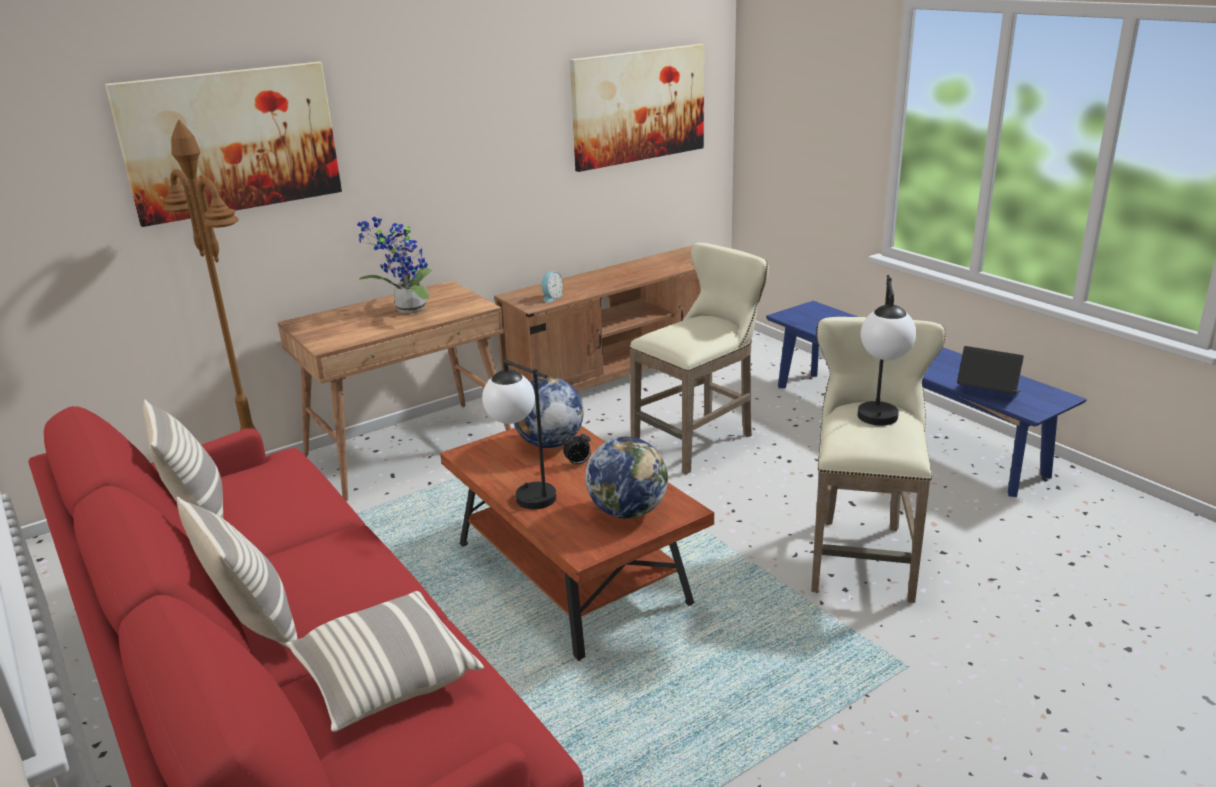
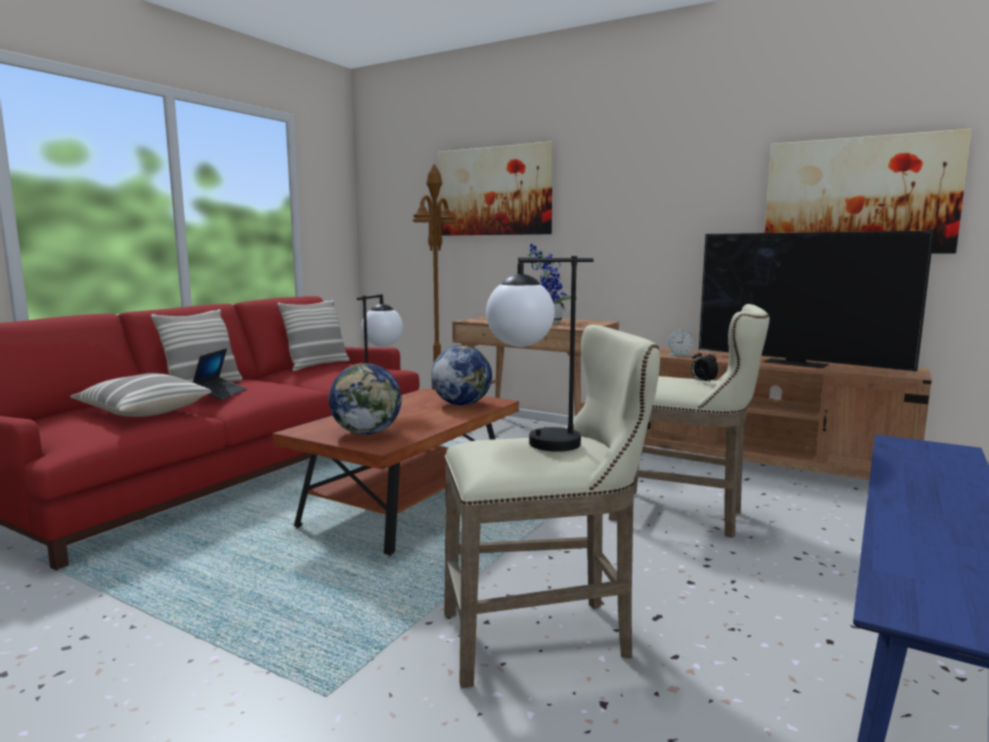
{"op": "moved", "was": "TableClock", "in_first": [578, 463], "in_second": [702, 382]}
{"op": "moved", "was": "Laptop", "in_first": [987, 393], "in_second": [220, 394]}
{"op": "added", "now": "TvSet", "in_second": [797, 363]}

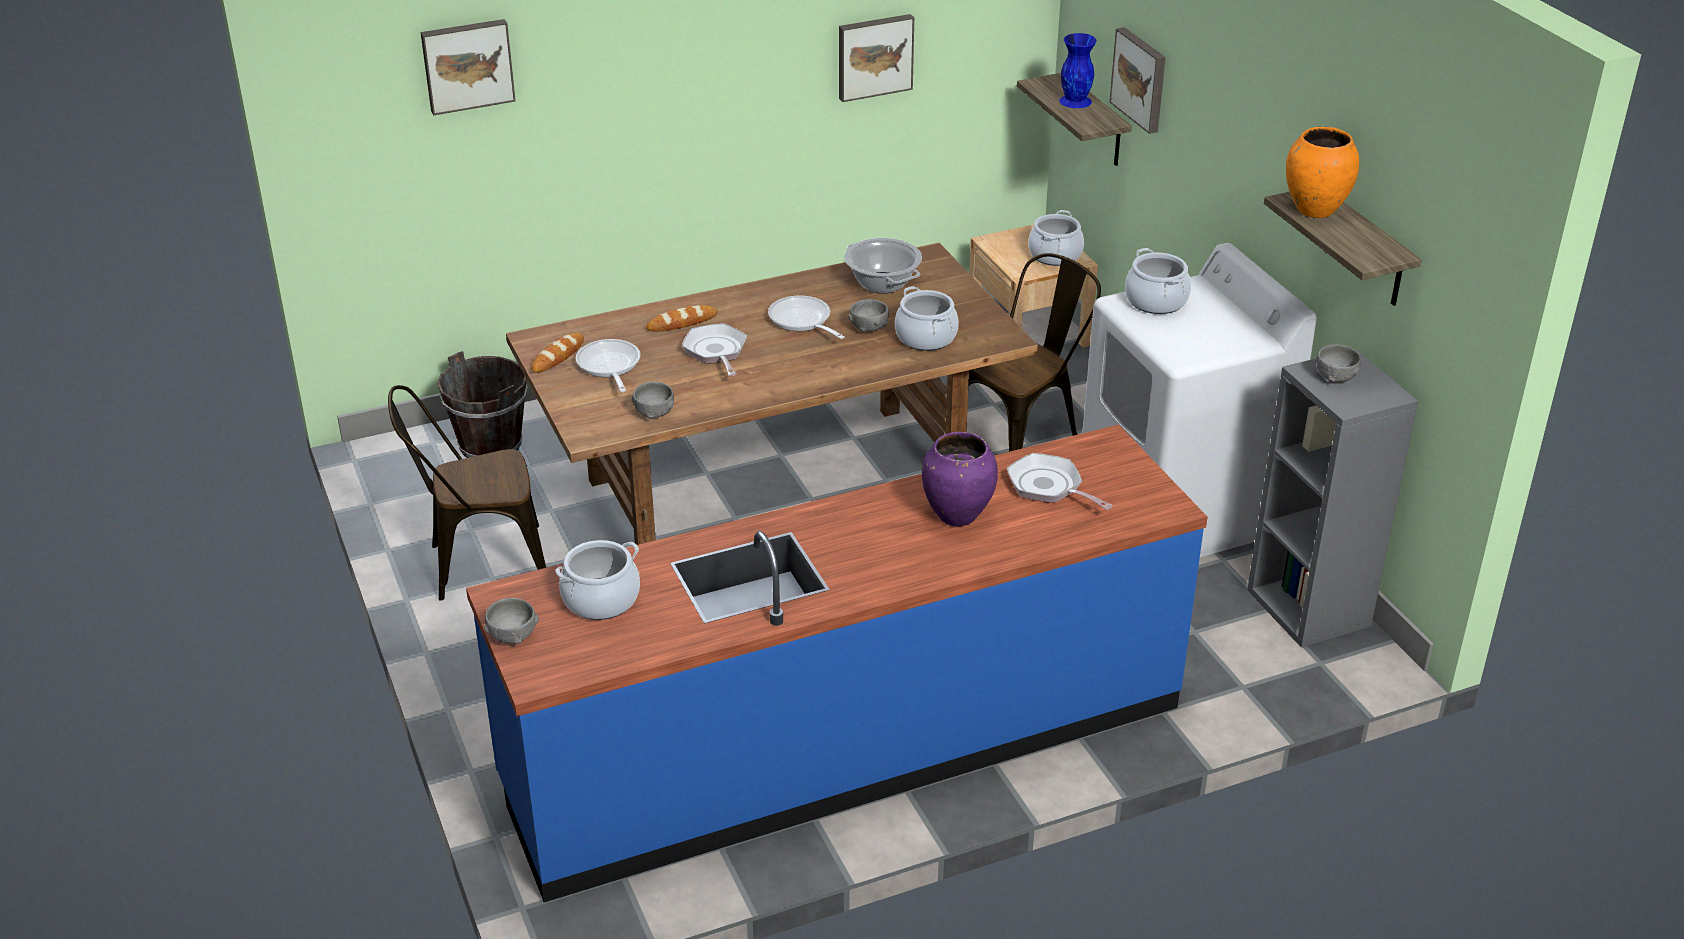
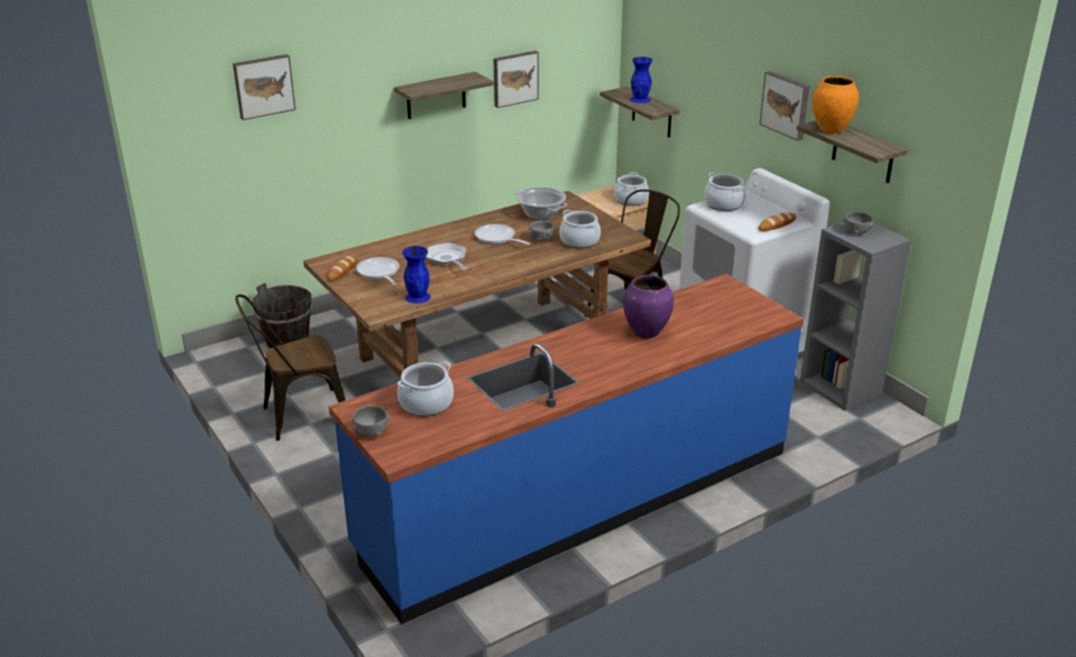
{"op": "replaced", "was": "GreyishBowl", "now": "BlueColouredDecorativeVase", "in_first": [654, 413], "in_second": [418, 297]}
{"op": "moved", "was": "Bread", "in_first": [682, 322], "in_second": [777, 224]}
{"op": "removed", "was": "FryingPan", "in_first": [1049, 487]}
{"op": "moved", "was": "WallArt", "in_first": [1141, 79], "in_second": [786, 105]}
{"op": "added", "now": "BracketShelf", "in_second": [436, 96]}

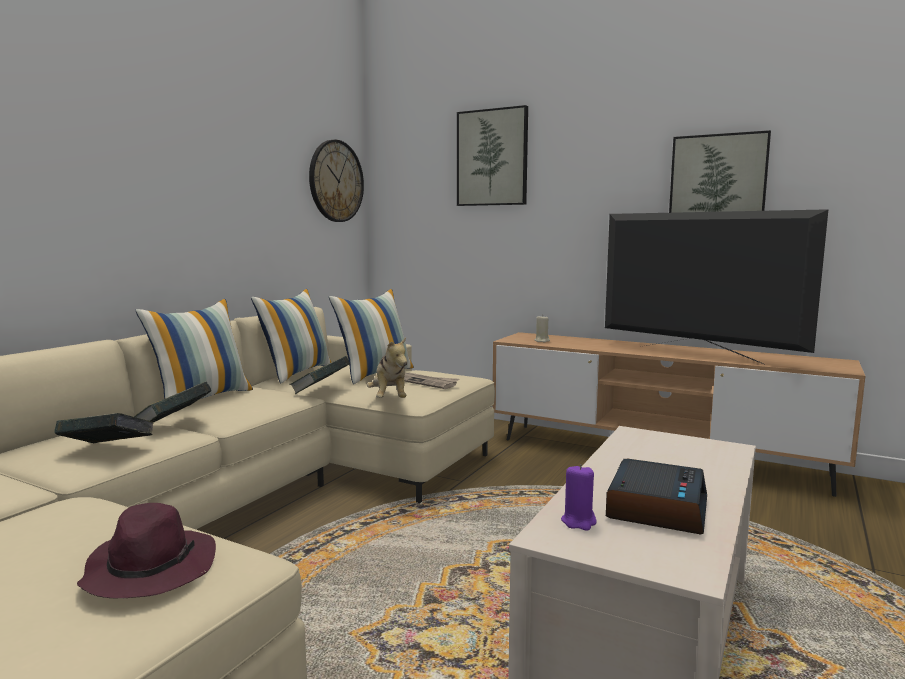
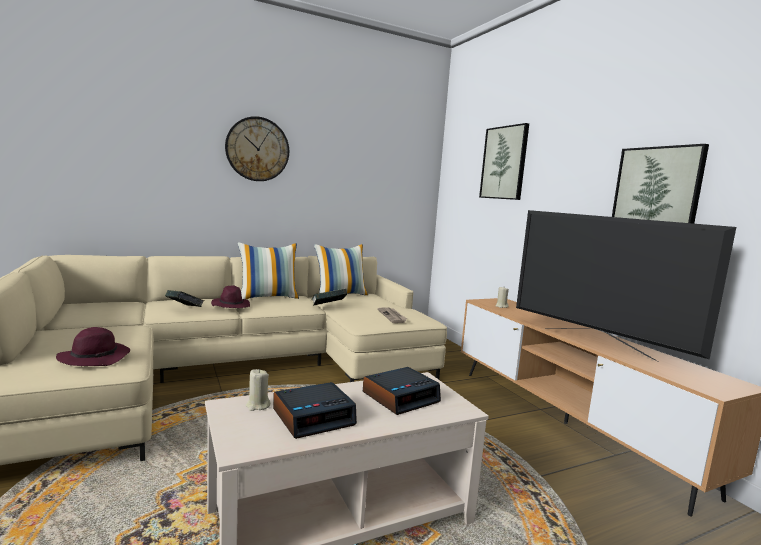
{"op": "replaced", "was": "Volume", "now": "PurplishHat", "in_first": [174, 425], "in_second": [230, 306]}
{"op": "moved", "was": "HangingClock", "in_first": [336, 181], "in_second": [257, 149]}
{"op": "removed", "was": "ThrowPillow", "in_first": [374, 373]}
{"op": "removed", "was": "CuddlyToy", "in_first": [389, 399]}
{"op": "recoloured", "was": "PurplishWaxCandle", "now": "SandColouredWaxCandle", "in_first": [579, 522], "in_second": [257, 406]}
{"op": "turned", "was": "TvSet", "in_first": [695, 355], "in_second": [596, 343], "clockwise": 150}
{"op": "added", "now": "TableClock", "in_second": [401, 397]}

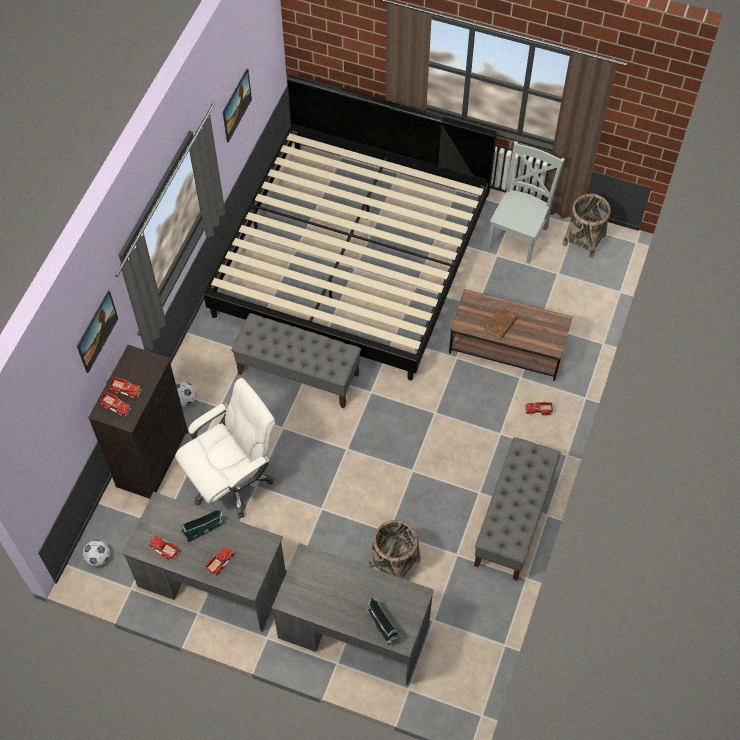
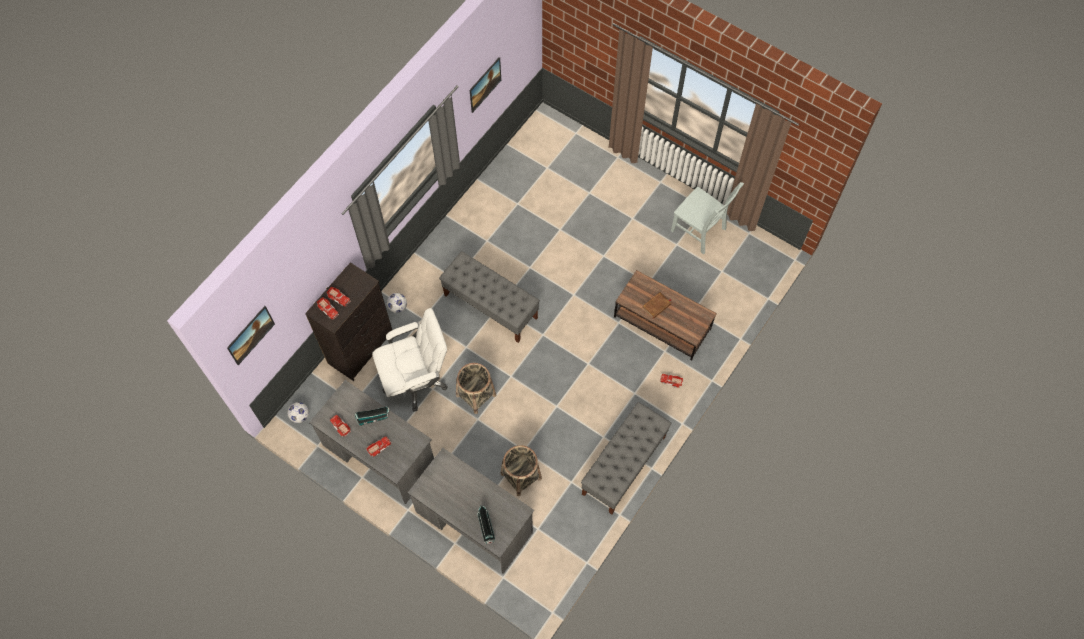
{"op": "moved", "was": "WallArt", "in_first": [99, 338], "in_second": [253, 339]}
{"op": "removed", "was": "BedroomBed", "in_first": [352, 258]}
{"op": "turned", "was": "GreyishPlainChair", "in_first": [519, 235], "in_second": [700, 231], "clockwise": 90}
{"op": "moved", "was": "Basket", "in_first": [584, 240], "in_second": [476, 395]}

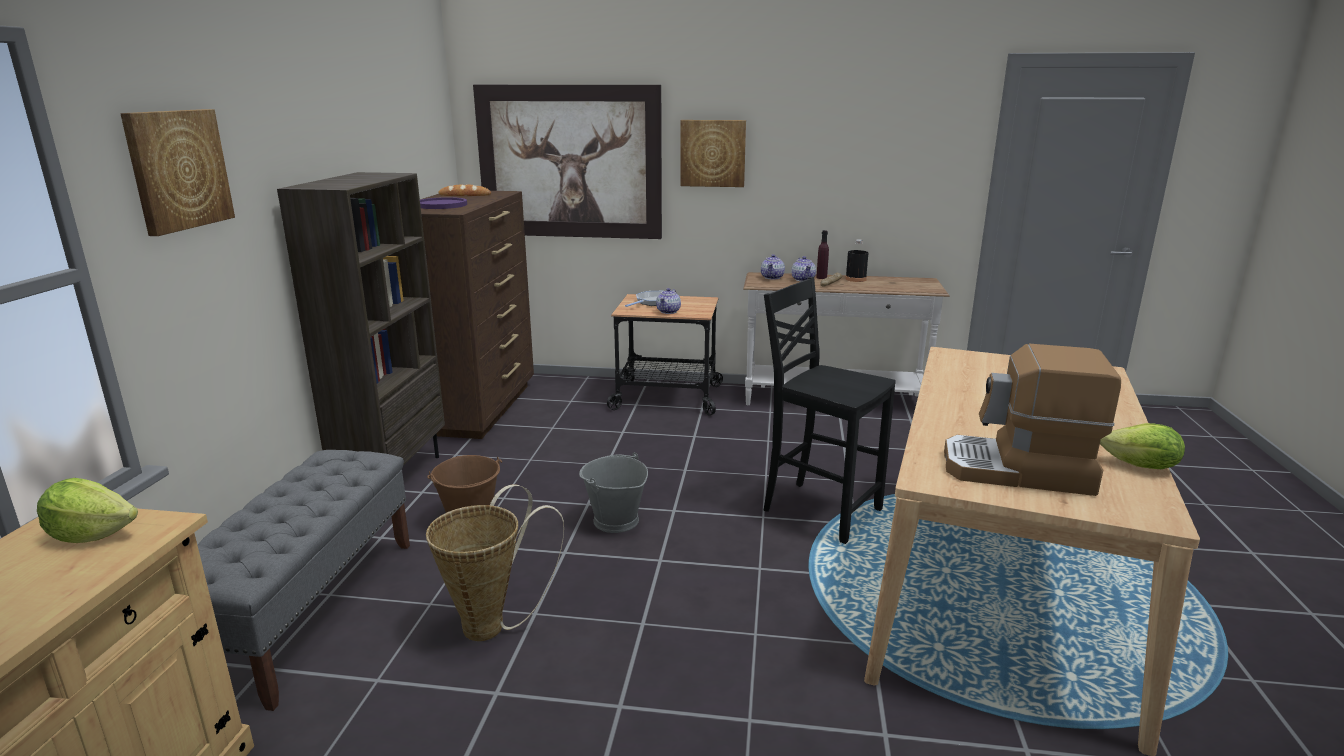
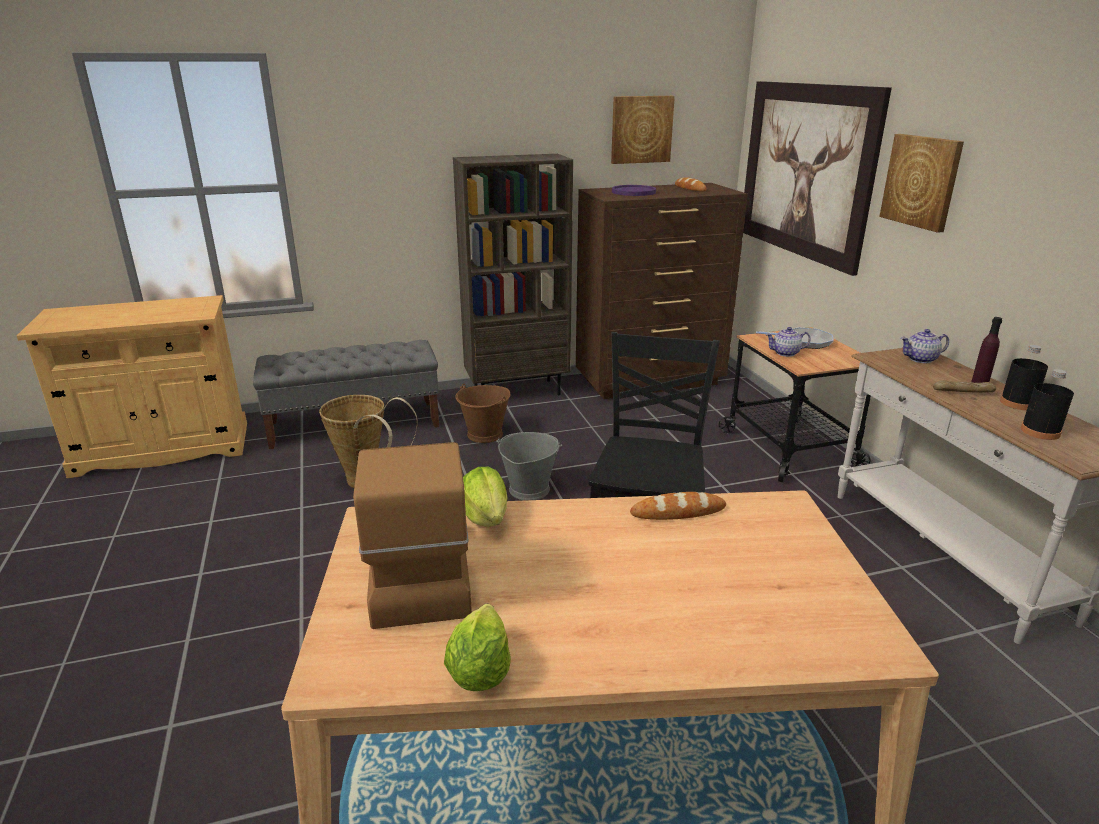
{"op": "moved", "was": "Lettuce", "in_first": [92, 535], "in_second": [486, 517]}
{"op": "moved", "was": "WallArt", "in_first": [178, 170], "in_second": [641, 129]}
{"op": "removed", "was": "PotForTea", "in_first": [803, 279]}
{"op": "added", "now": "Bread", "in_second": [678, 512]}
{"op": "added", "now": "BlackColouredBottle", "in_second": [1040, 431]}

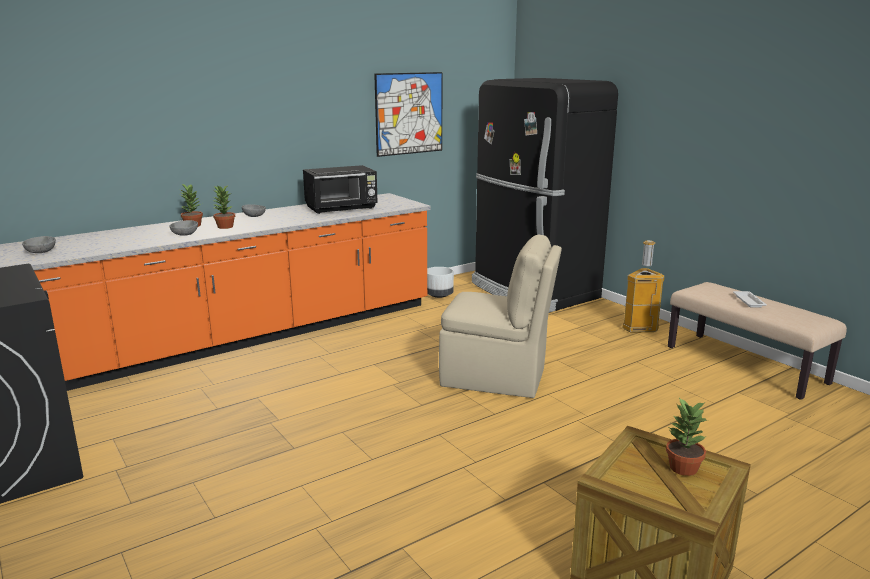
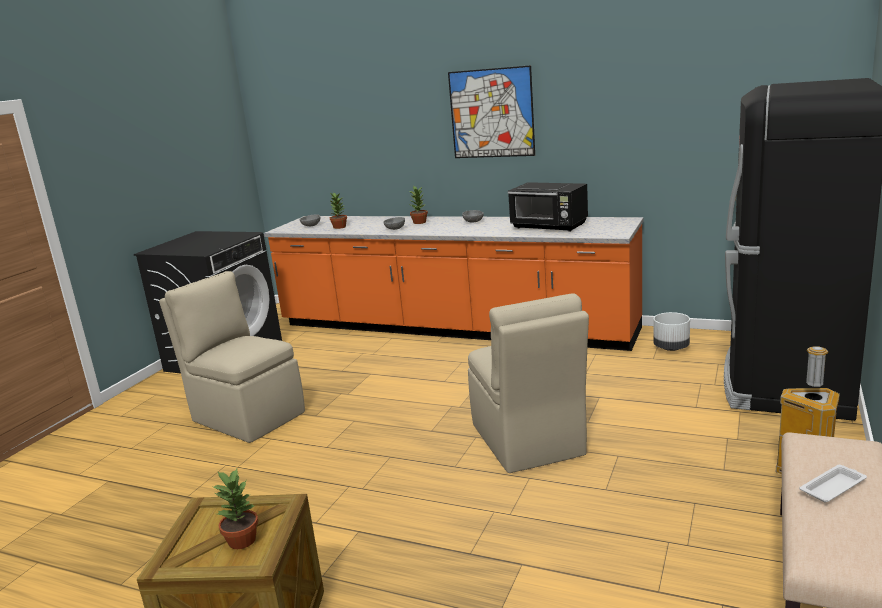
{"op": "moved", "was": "PottedPlant", "in_first": [225, 227], "in_second": [339, 227]}
{"op": "moved", "was": "WallArt", "in_first": [409, 113], "in_second": [491, 113]}
{"op": "added", "now": "SandColouredPlainChair", "in_second": [247, 416]}

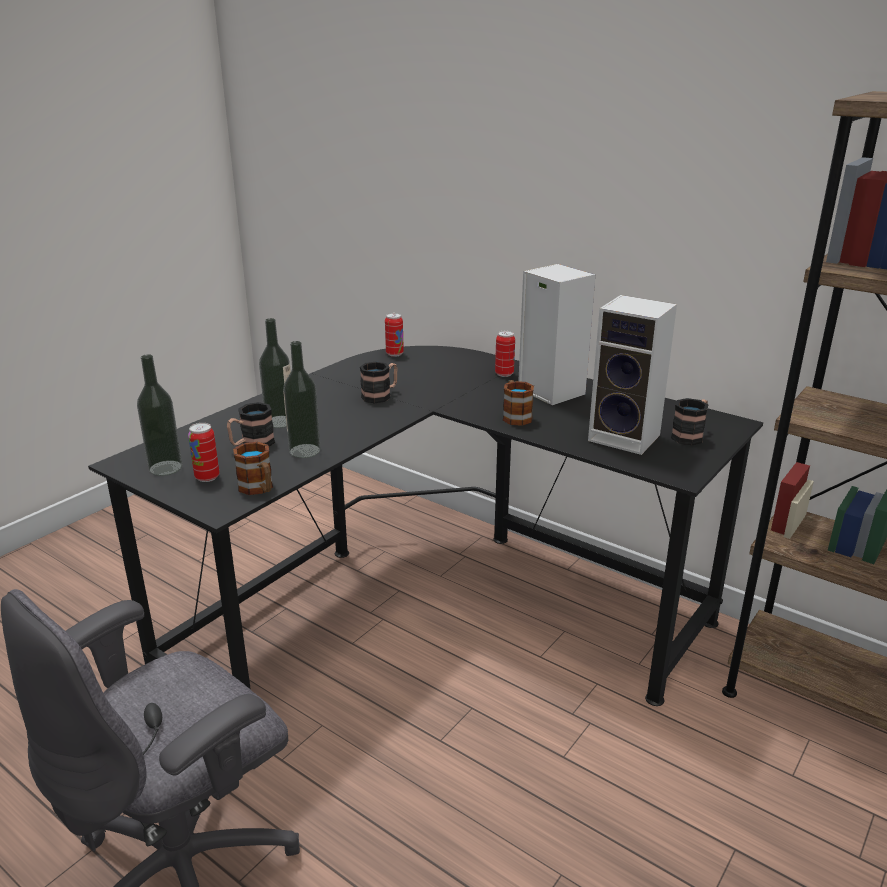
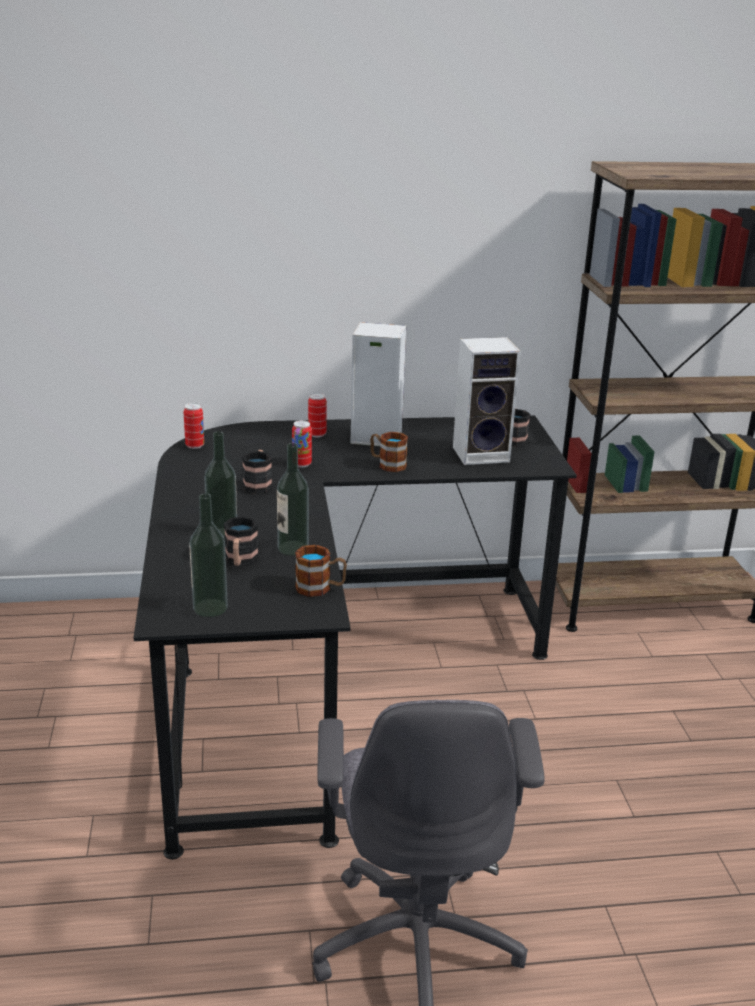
{"op": "moved", "was": "SealedCan", "in_first": [207, 477], "in_second": [301, 464]}

